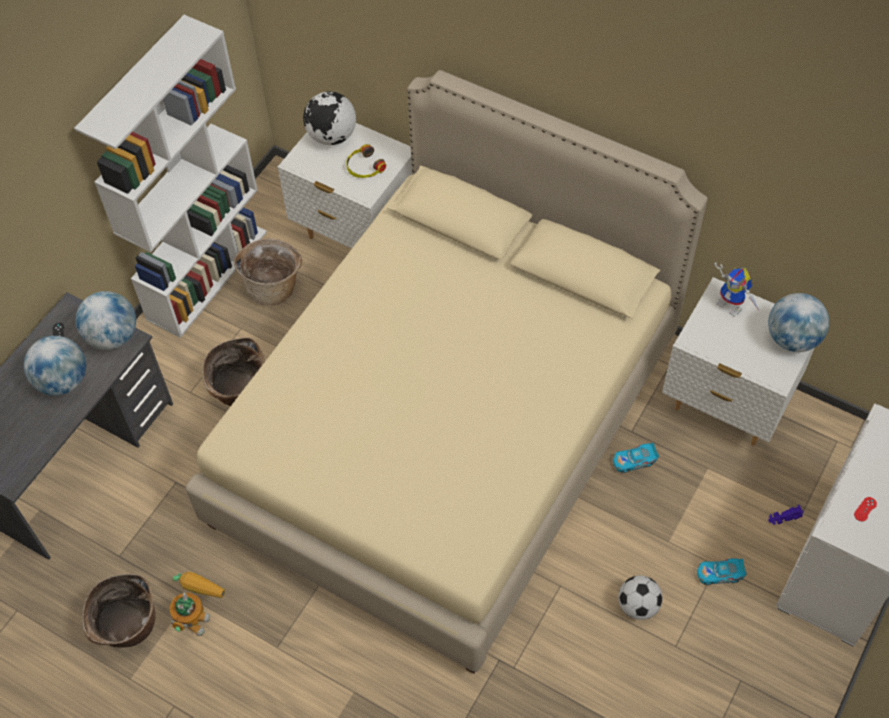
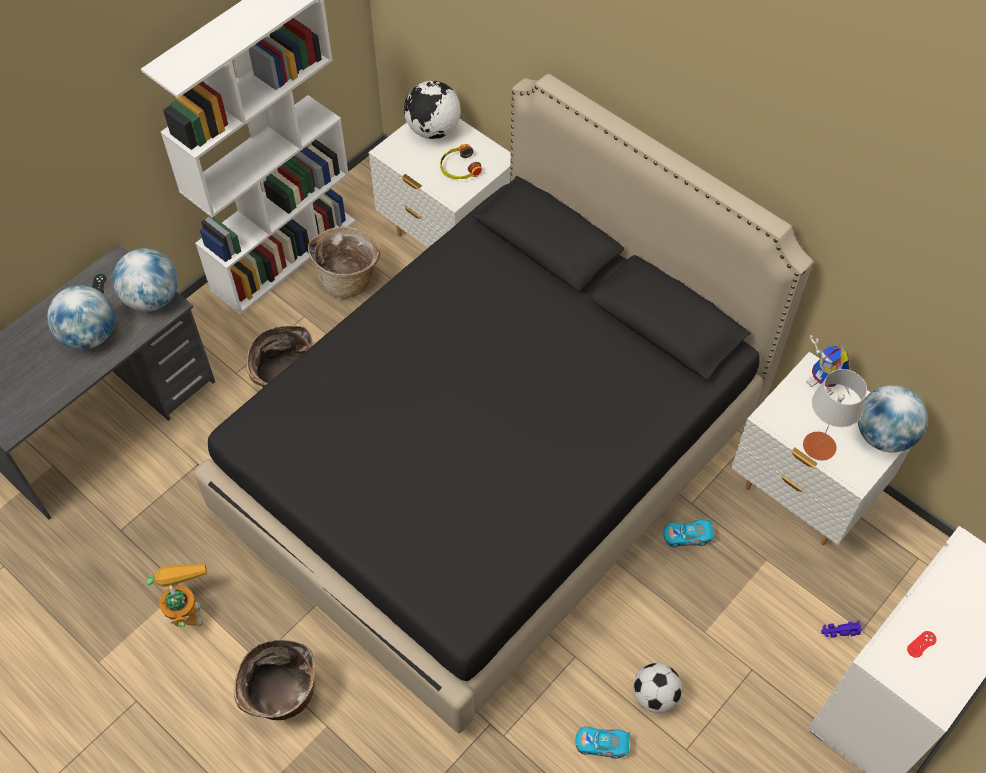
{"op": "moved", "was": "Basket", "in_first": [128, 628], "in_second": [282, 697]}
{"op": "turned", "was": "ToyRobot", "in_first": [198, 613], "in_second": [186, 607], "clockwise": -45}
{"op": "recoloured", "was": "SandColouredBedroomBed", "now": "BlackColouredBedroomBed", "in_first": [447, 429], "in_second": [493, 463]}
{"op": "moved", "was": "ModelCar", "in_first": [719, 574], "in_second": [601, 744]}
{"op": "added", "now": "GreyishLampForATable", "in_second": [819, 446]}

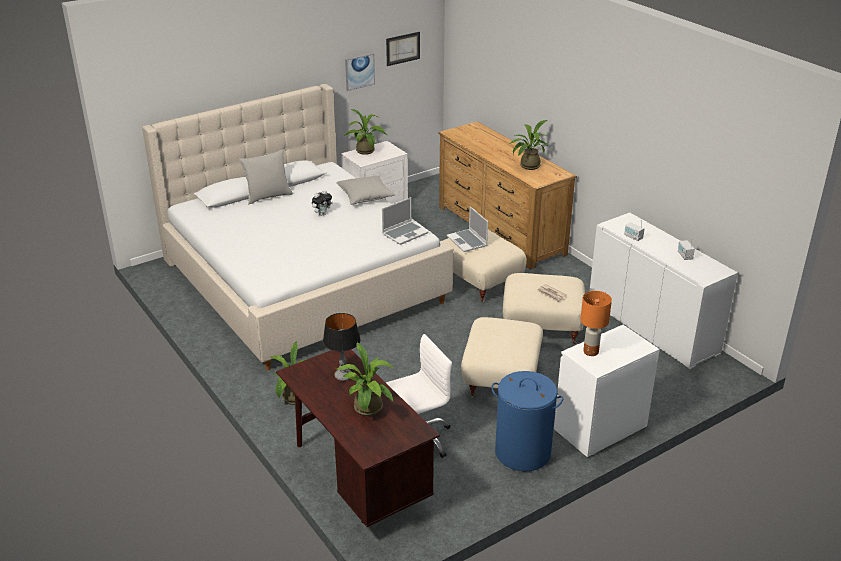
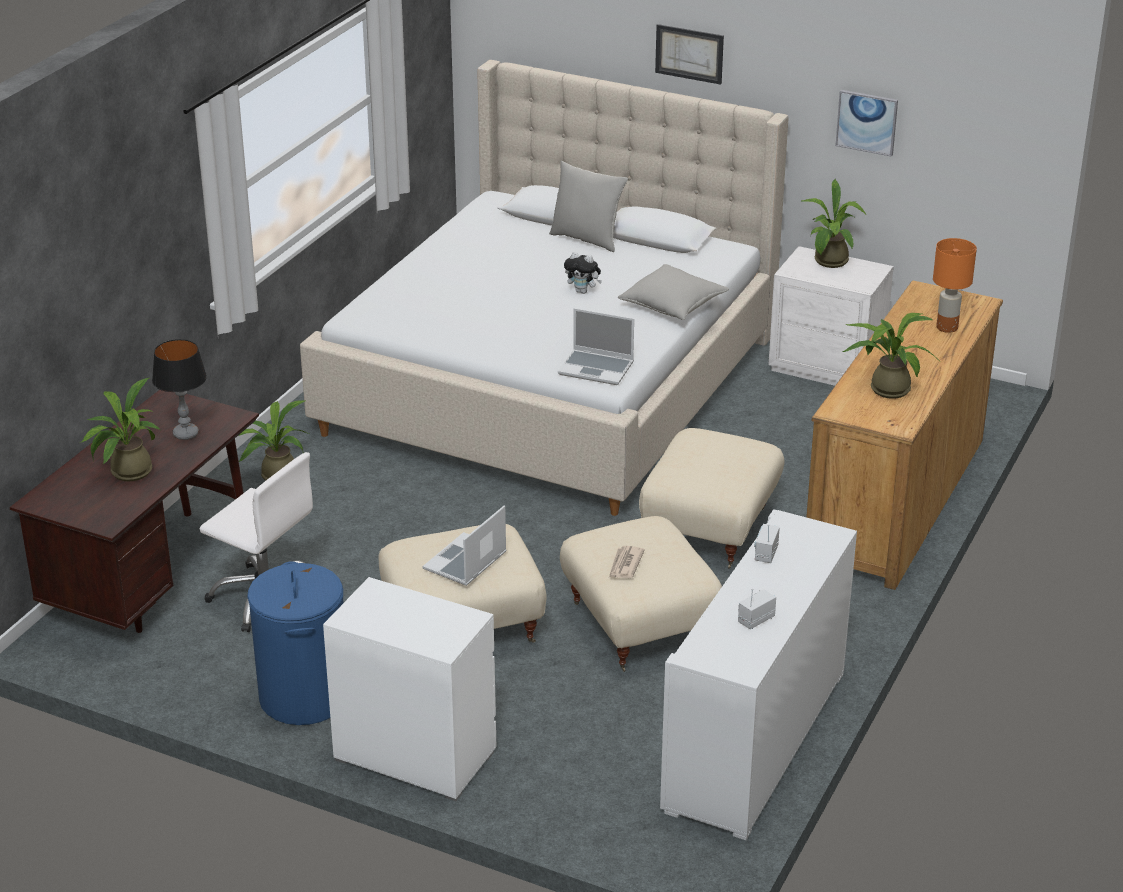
{"op": "moved", "was": "WallArt", "in_first": [403, 48], "in_second": [689, 53]}
{"op": "moved", "was": "Laptop", "in_first": [467, 241], "in_second": [465, 562]}
{"op": "moved", "was": "OrangeColouredLampForATable", "in_first": [590, 351], "in_second": [947, 327]}

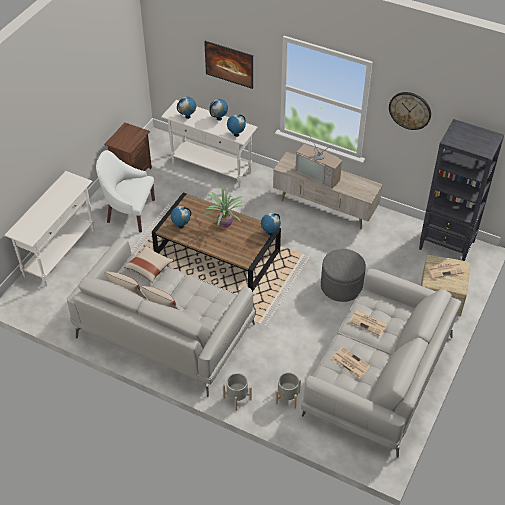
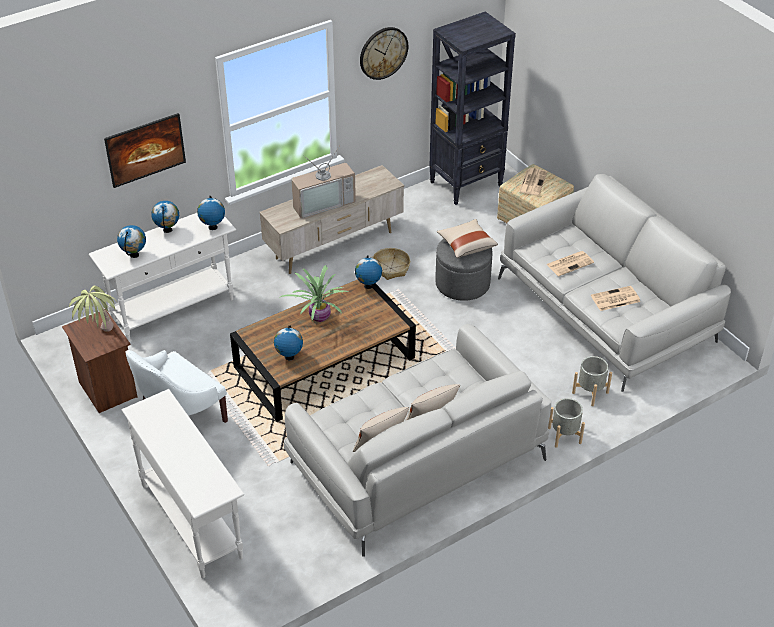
{"op": "moved", "was": "SandColouredThrowPillow", "in_first": [149, 268], "in_second": [466, 245]}
{"op": "added", "now": "PottedPlant", "in_second": [100, 338]}
{"op": "added", "now": "Basket", "in_second": [391, 268]}

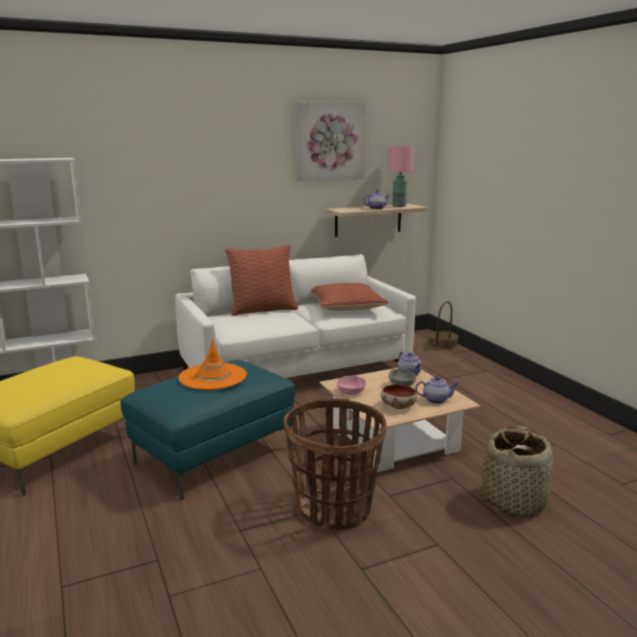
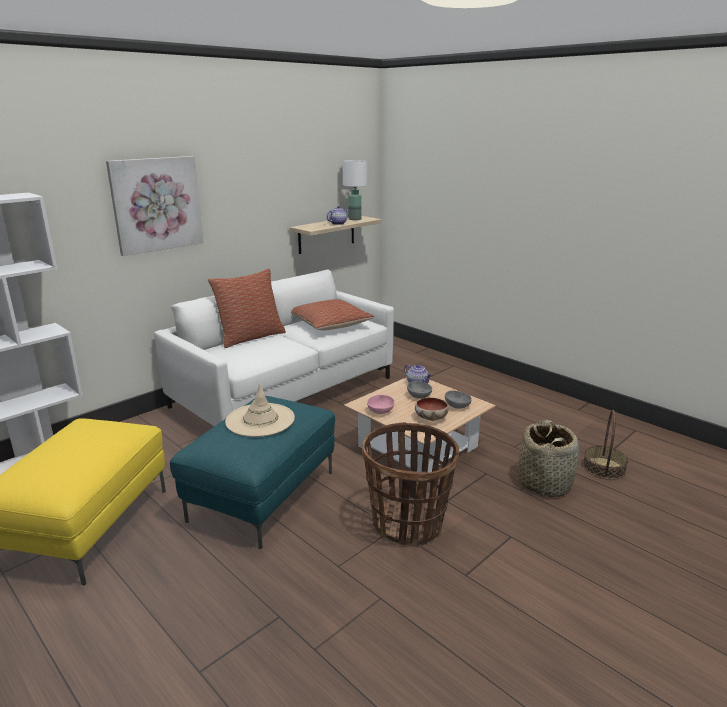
{"op": "recoloured", "was": "OrangeColouredHat", "now": "SandColouredHat", "in_first": [213, 377], "in_second": [260, 420]}
{"op": "moved", "was": "WallArt", "in_first": [329, 141], "in_second": [156, 204]}
{"op": "recoloured", "was": "PinkColouredLampForATable", "now": "WhiteLampForATable", "in_first": [399, 206], "in_second": [355, 219]}
{"op": "replaced", "was": "PotForTea", "now": "GreyishBowl", "in_first": [436, 400], "in_second": [457, 406]}
{"op": "moved", "was": "Basket", "in_first": [443, 344], "in_second": [604, 468]}

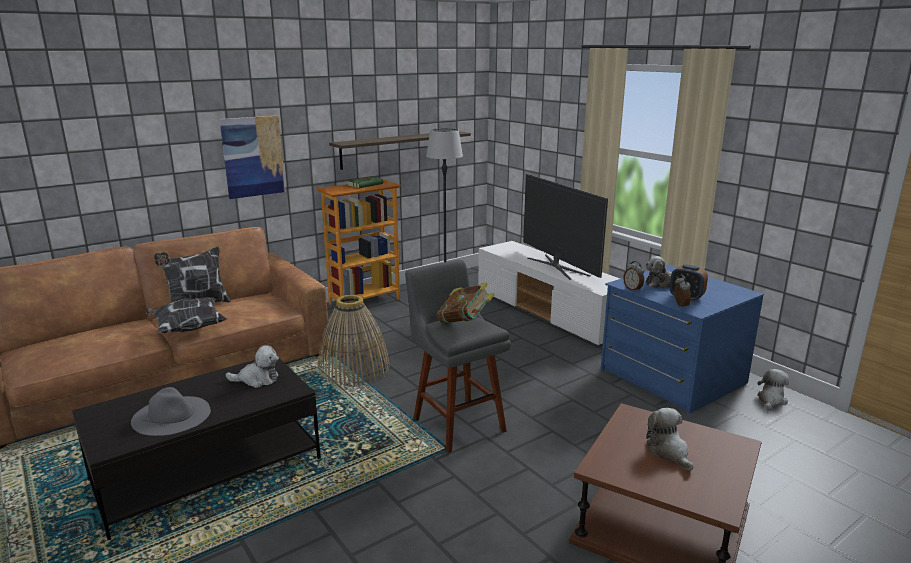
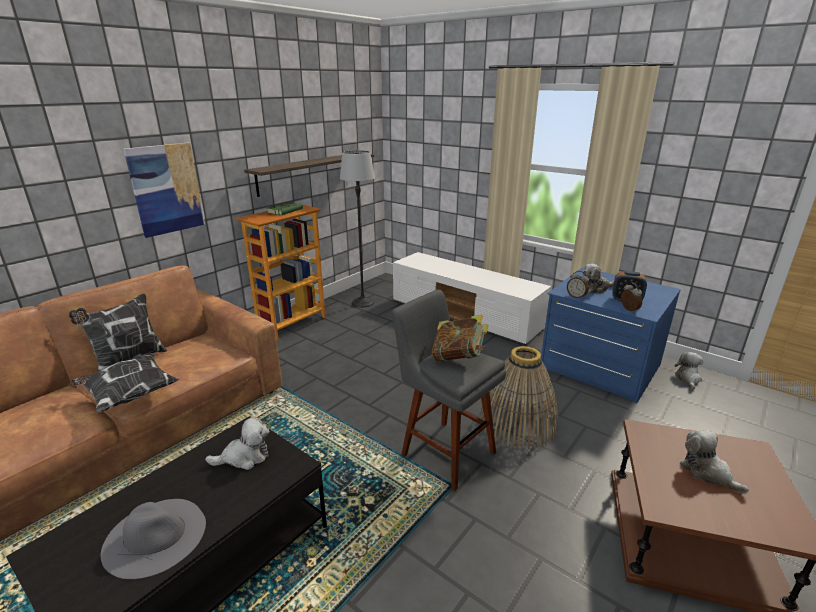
{"op": "moved", "was": "Basket", "in_first": [353, 369], "in_second": [517, 423]}
{"op": "removed", "was": "TvSet", "in_first": [557, 266]}

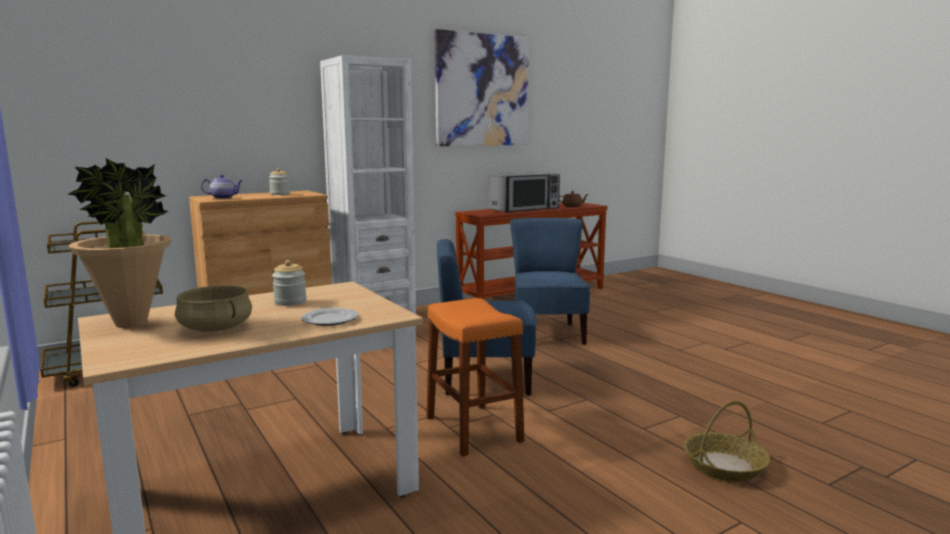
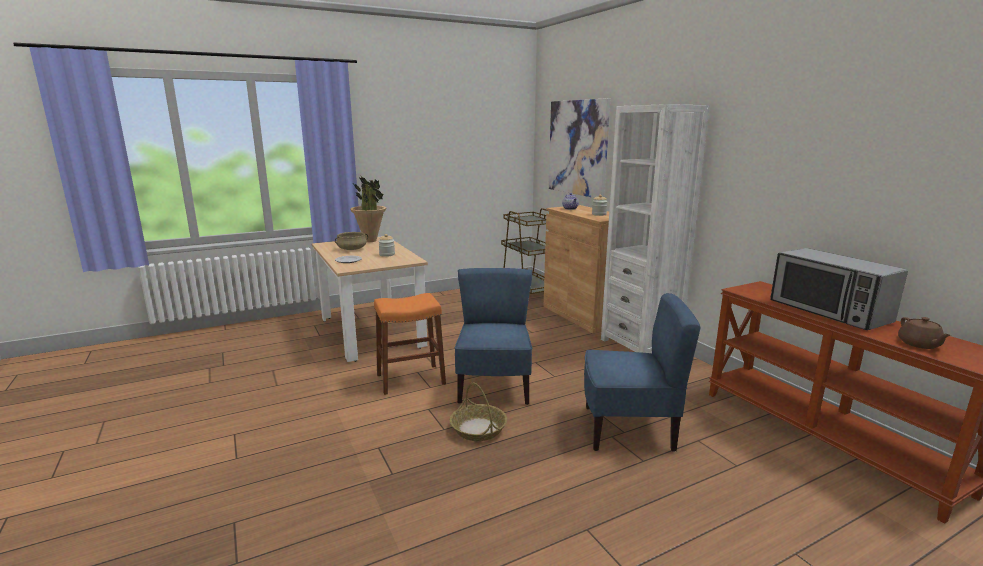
{"op": "moved", "was": "WallArt", "in_first": [482, 90], "in_second": [578, 148]}
{"op": "moved", "was": "Basket", "in_first": [724, 466], "in_second": [478, 429]}

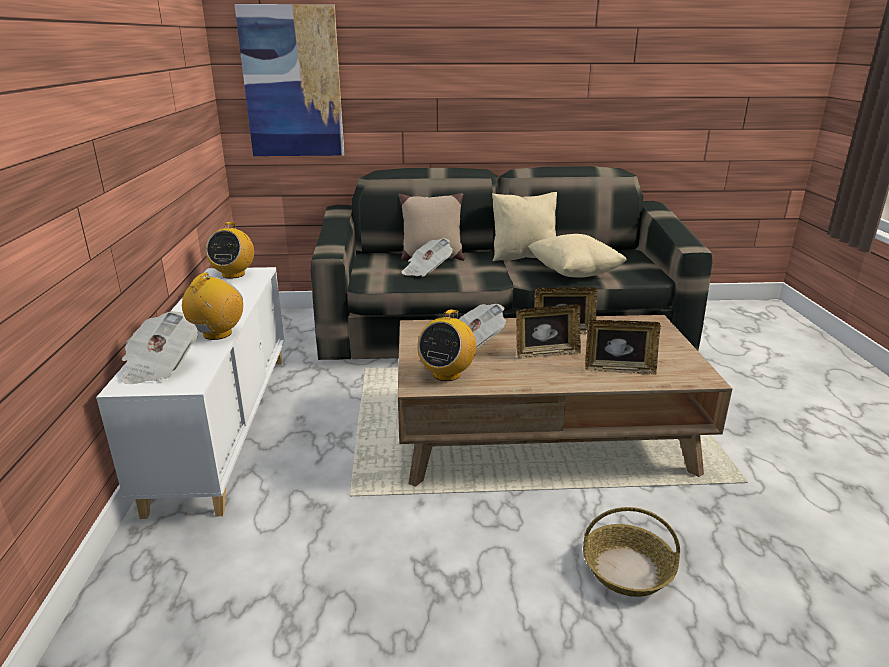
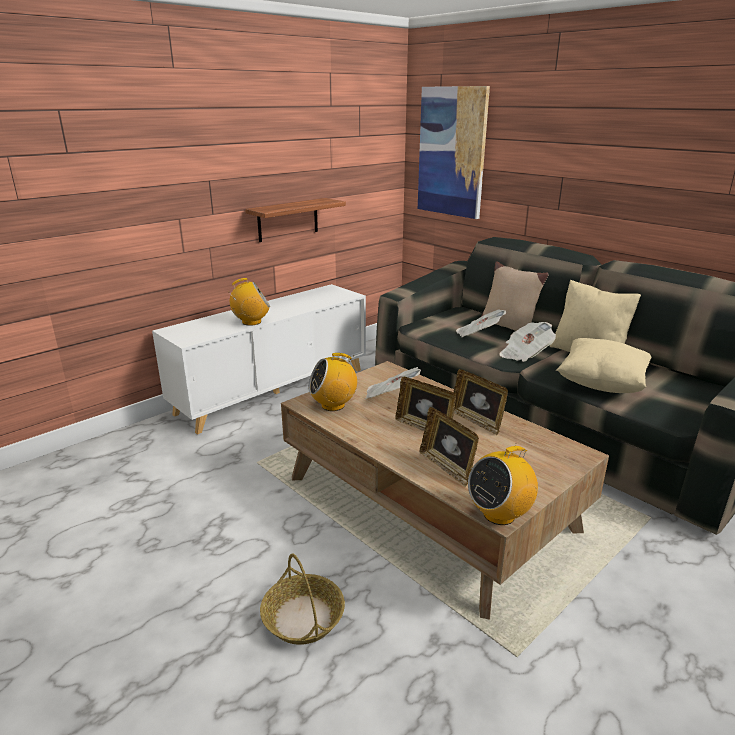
{"op": "moved", "was": "DailyPaper", "in_first": [160, 367], "in_second": [525, 354]}
{"op": "moved", "was": "Radio", "in_first": [233, 274], "in_second": [499, 514]}
{"op": "added", "now": "BracketShelf", "in_second": [288, 220]}

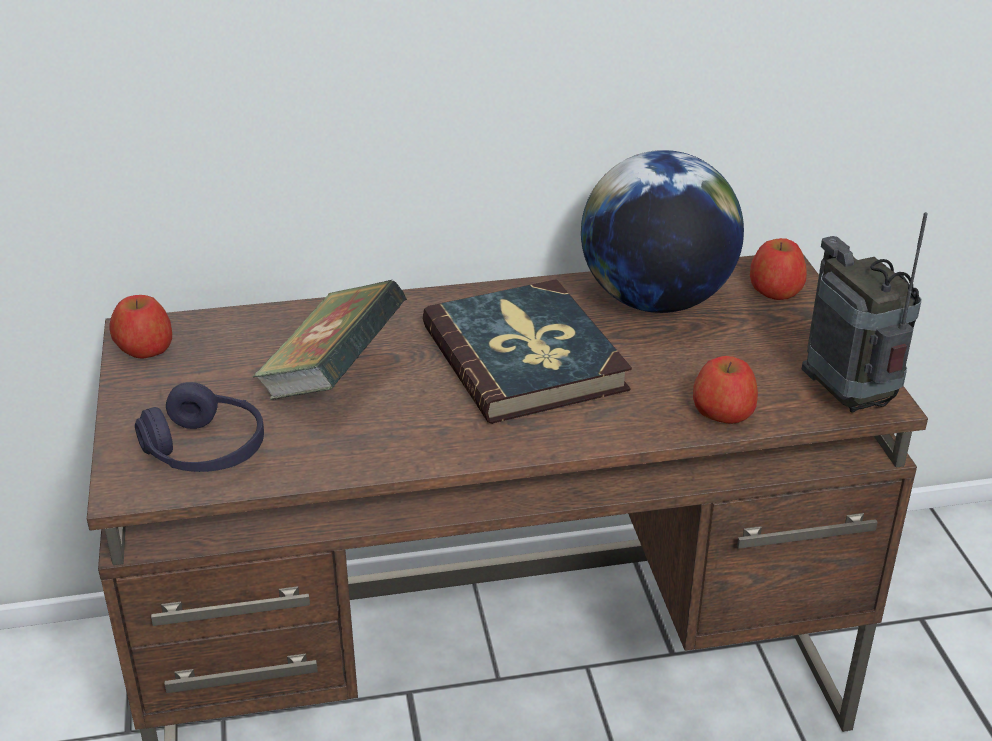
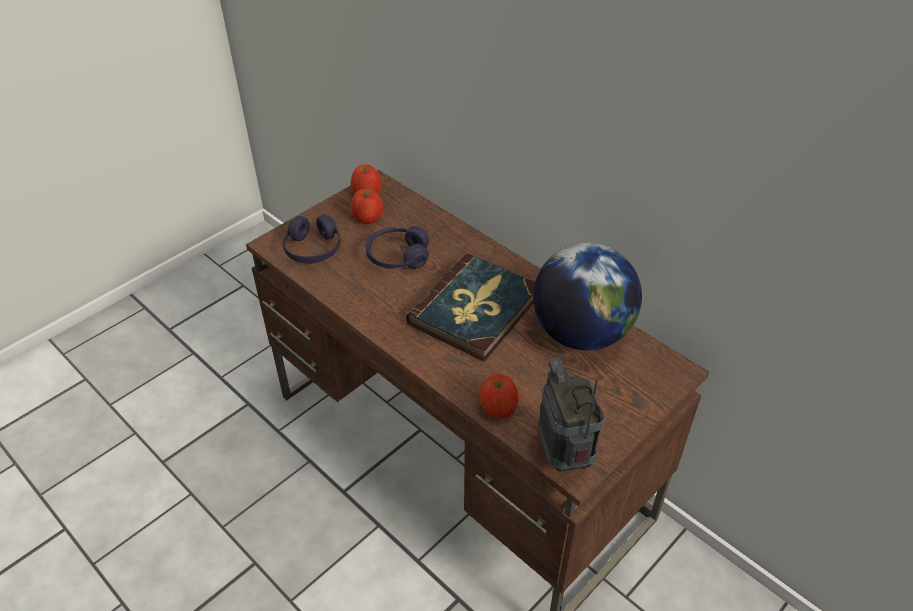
{"op": "replaced", "was": "Volume", "now": "PurplishPairOfHeadphones", "in_first": [333, 377], "in_second": [398, 257]}
{"op": "moved", "was": "WholeApple", "in_first": [776, 289], "in_second": [367, 217]}
{"op": "turned", "was": "Radio", "in_first": [849, 398], "in_second": [564, 456], "clockwise": -45}

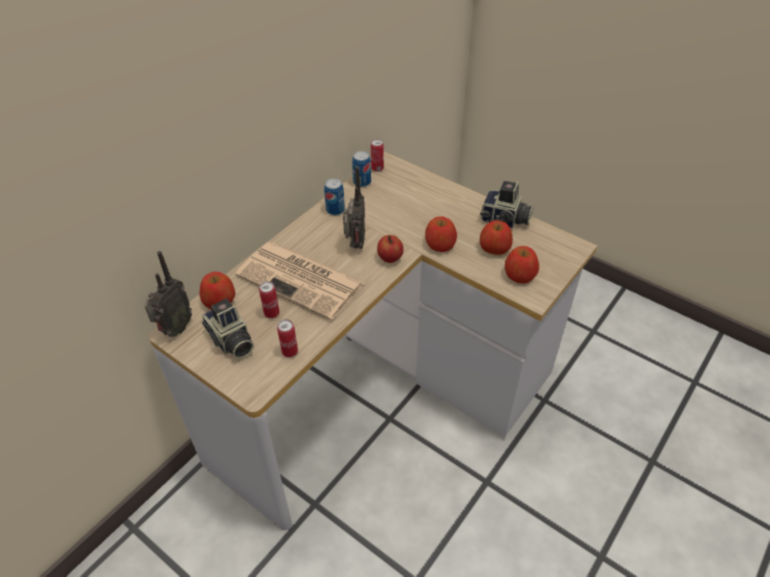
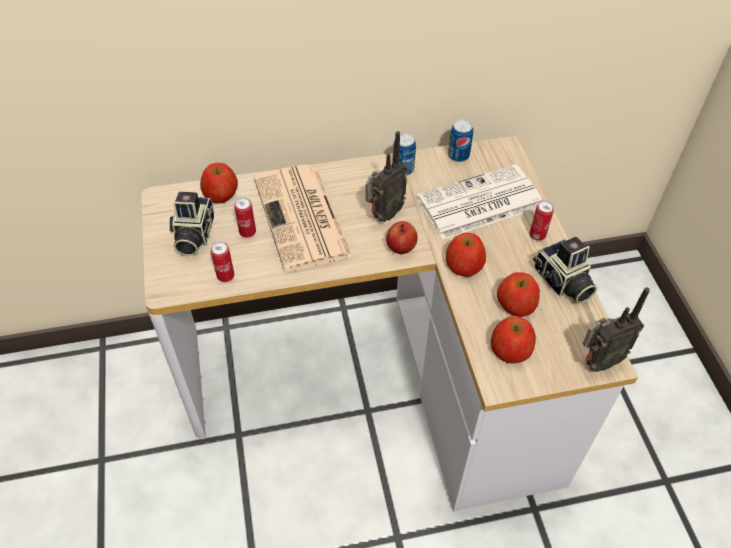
{"op": "moved", "was": "Radio", "in_first": [174, 329], "in_second": [597, 362]}
{"op": "moved", "was": "SealedCan", "in_first": [377, 169], "in_second": [537, 235]}
{"op": "added", "now": "DailyPaper", "in_second": [478, 203]}

